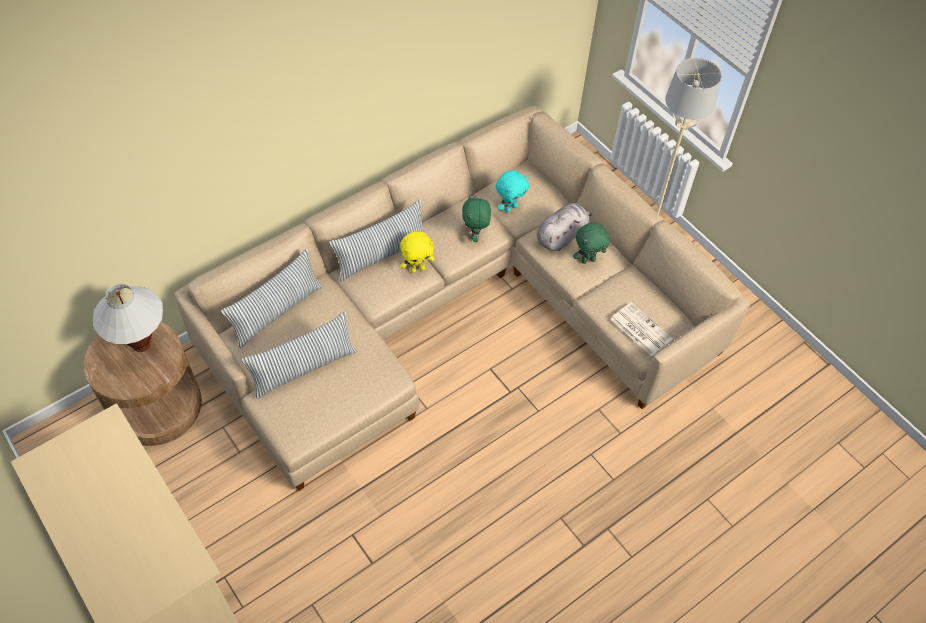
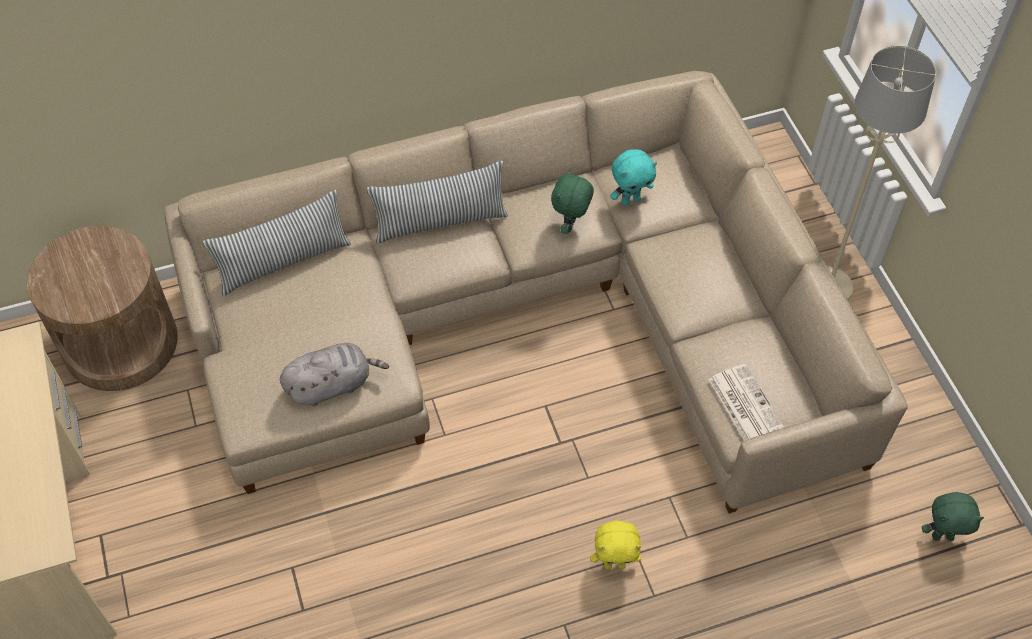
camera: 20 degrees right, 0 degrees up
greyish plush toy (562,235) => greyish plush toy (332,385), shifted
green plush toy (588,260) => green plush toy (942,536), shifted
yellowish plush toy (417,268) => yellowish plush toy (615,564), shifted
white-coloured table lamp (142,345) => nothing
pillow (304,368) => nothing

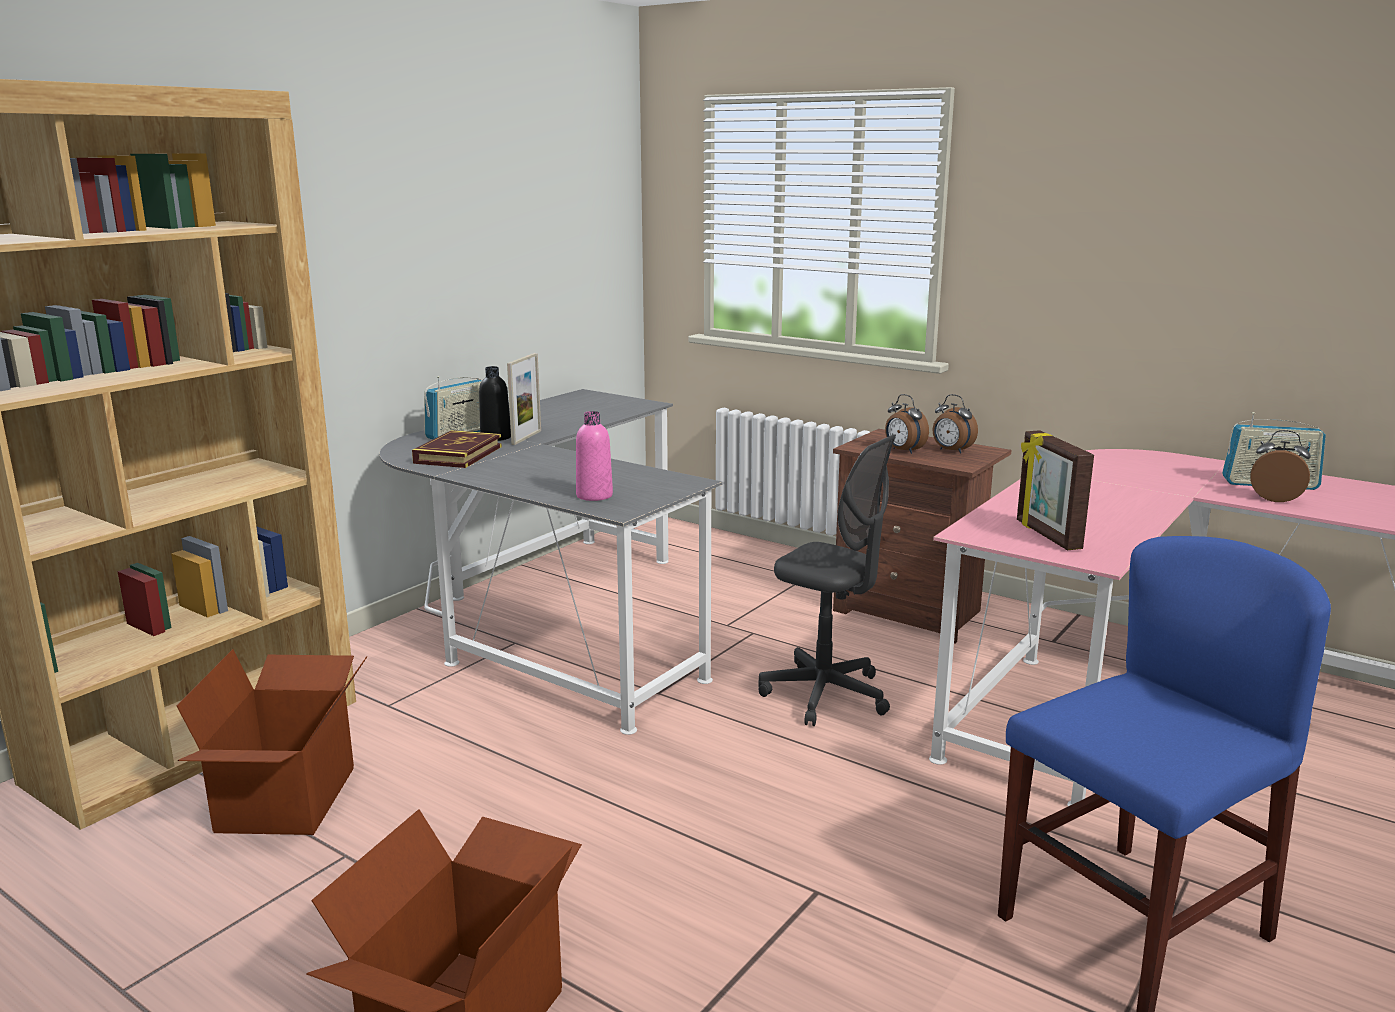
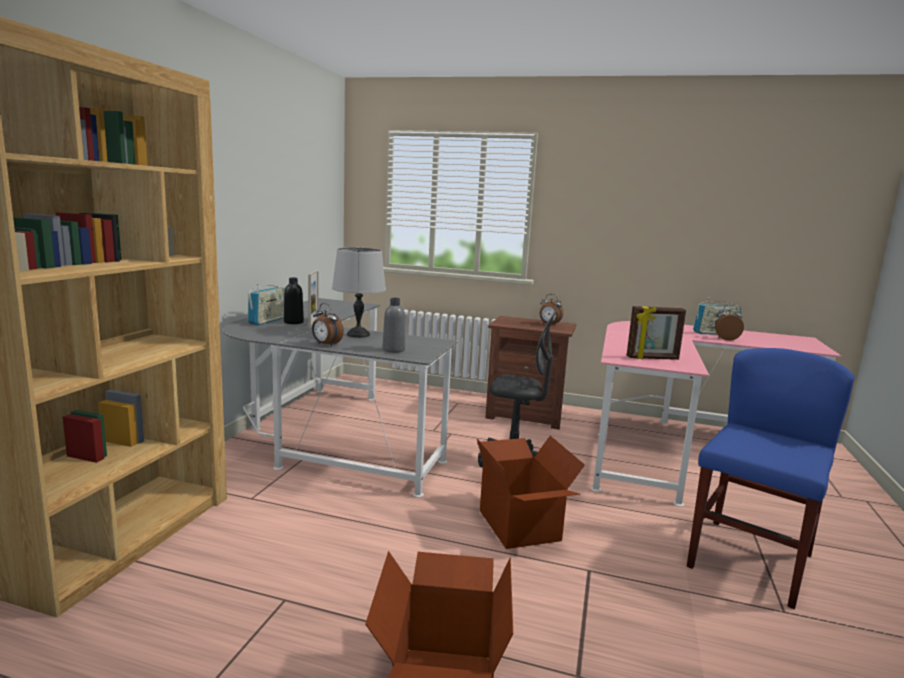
camera: 20 degrees left, 5 degrees down
bedside clock (903,451) => bedside clock (326,345), shifted
pink bottle (594,495) => greyish bottle (393,350)
bound book (458,455) => nothing
photo frame (1046,535) => photo frame (652,358), 60 degrees counterclockwise
packing box (289,799) => packing box (520,525), shifted
nothing => greyish table lamp (357,335)

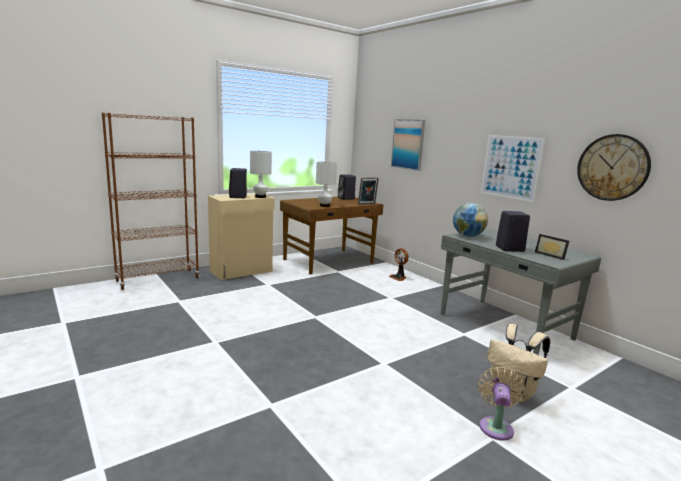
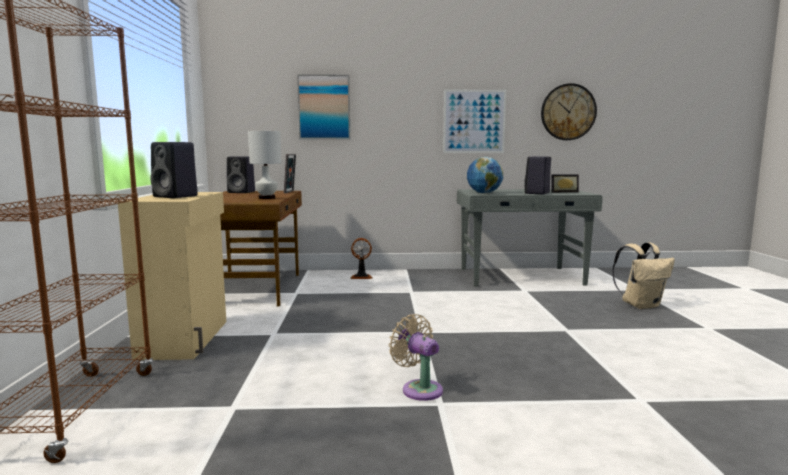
camera: 55 degrees left, 5 degrees down
white-coloured table lamp (260,197) => nothing
beige-coloured cooling fan (496,426) => beige-coloured cooling fan (419,389), shifted

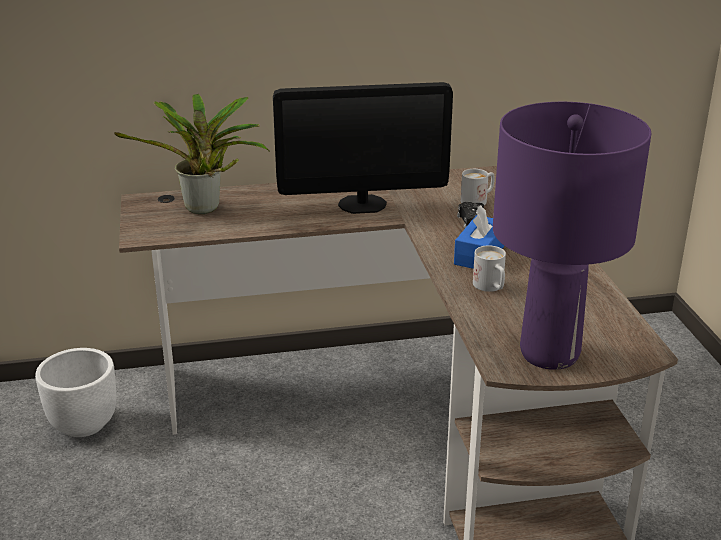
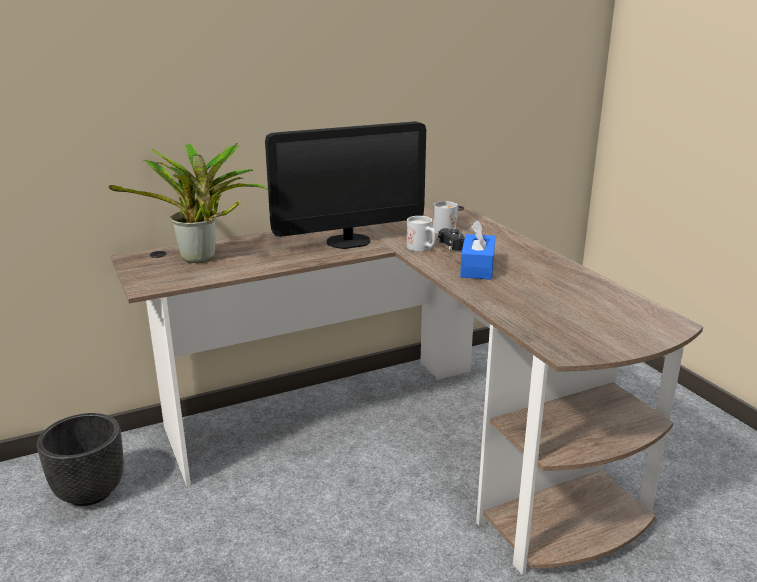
camera: 15 degrees left, 5 degrees down
purple-coloured table lamp (548,353) => nothing
white-coloured tea mug (491,287) => white-coloured tea mug (422,248), shifted
white-coloured planter (84,424) => black planter (91,491)

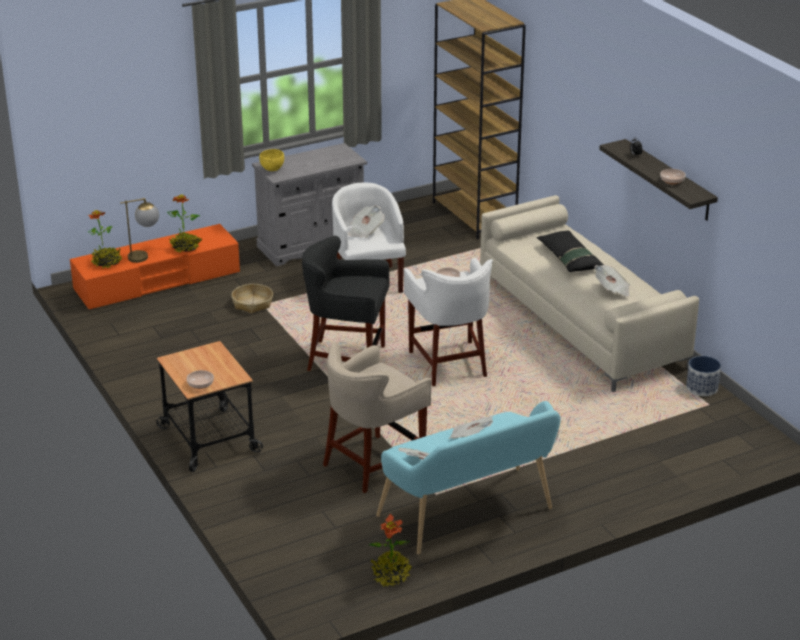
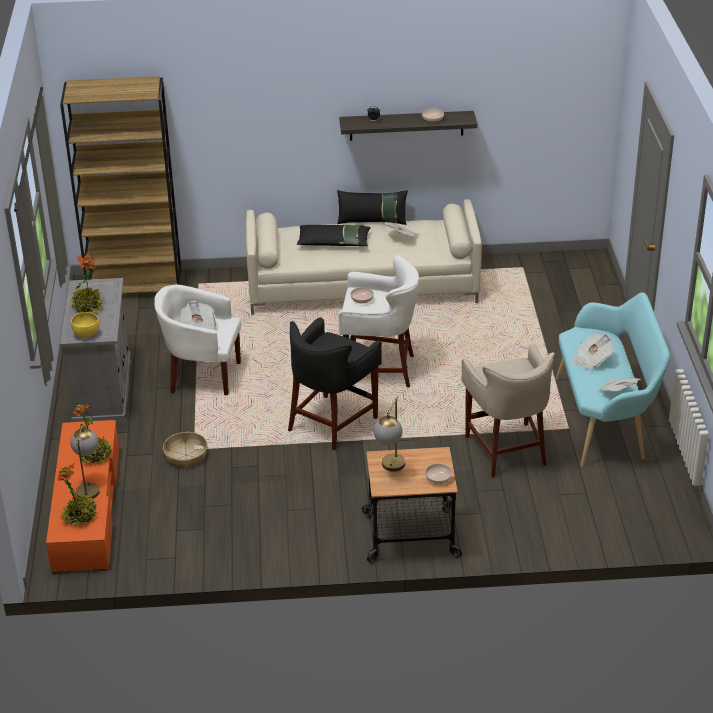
camera: 65 degrees left, 5 degrees up
planter (702,388) => nothing
plant in a pot (391,575) => plant in a pot (87,307), shifted
nothing => black pillow (372,221)
nothing => table lamp (390,469)

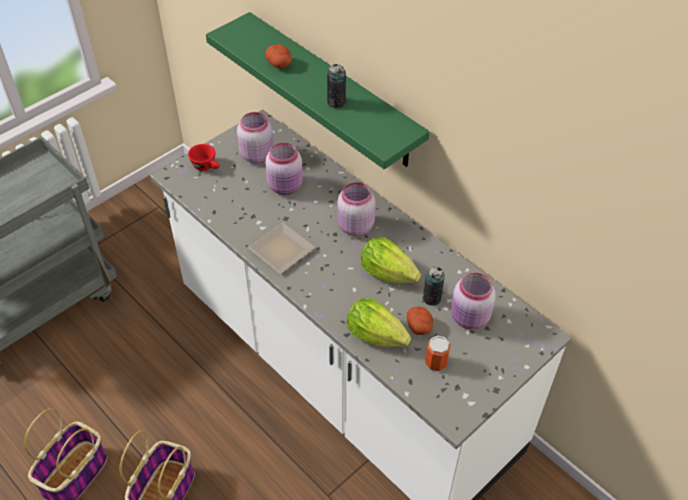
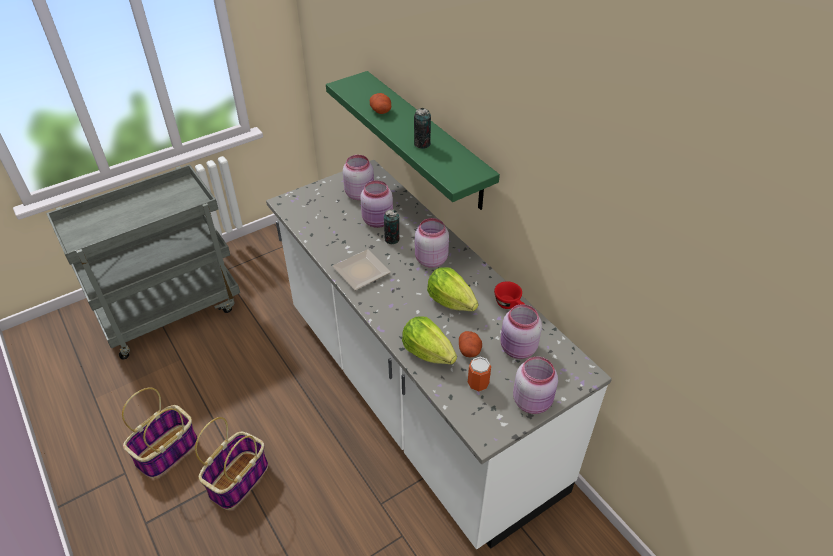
camera: 10 degrees right, 5 degrees down
red-coloured drinking cup (207,167) => red-coloured drinking cup (510,305), shifted
sealed can (431,298) => sealed can (392,239), shifted
nothing => pink preserve jar (533,401)

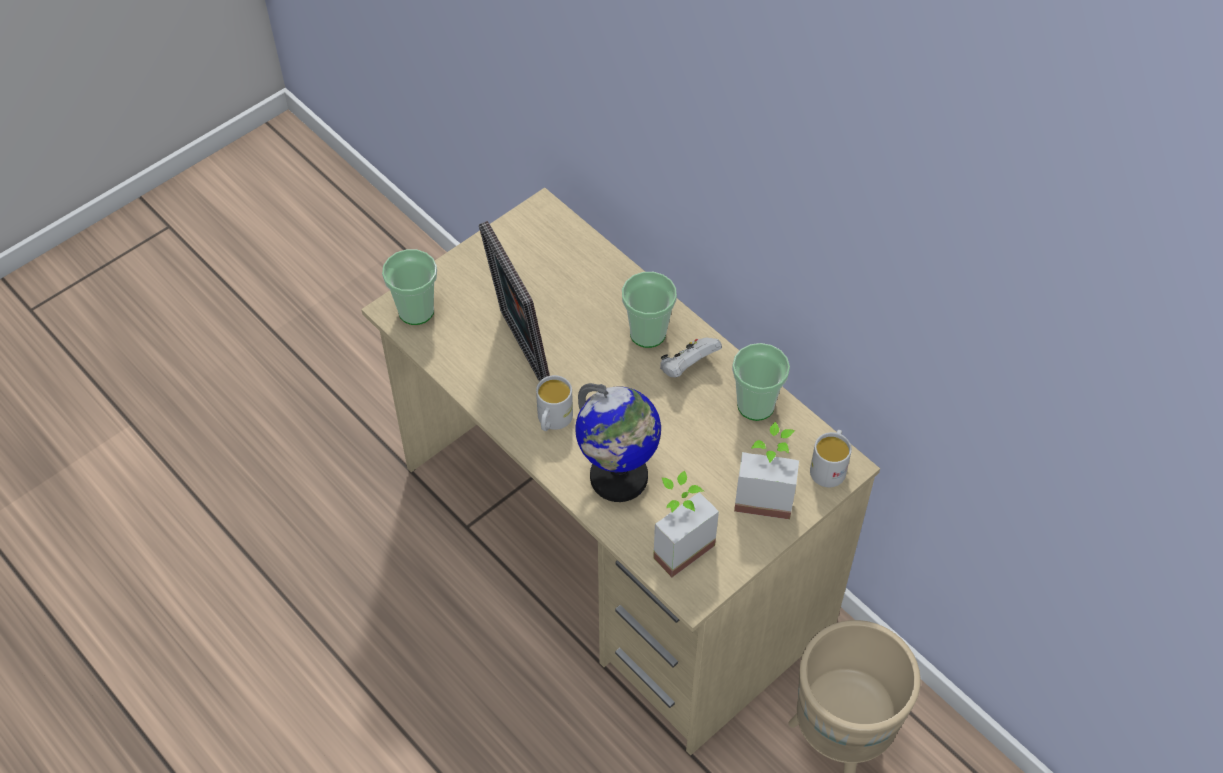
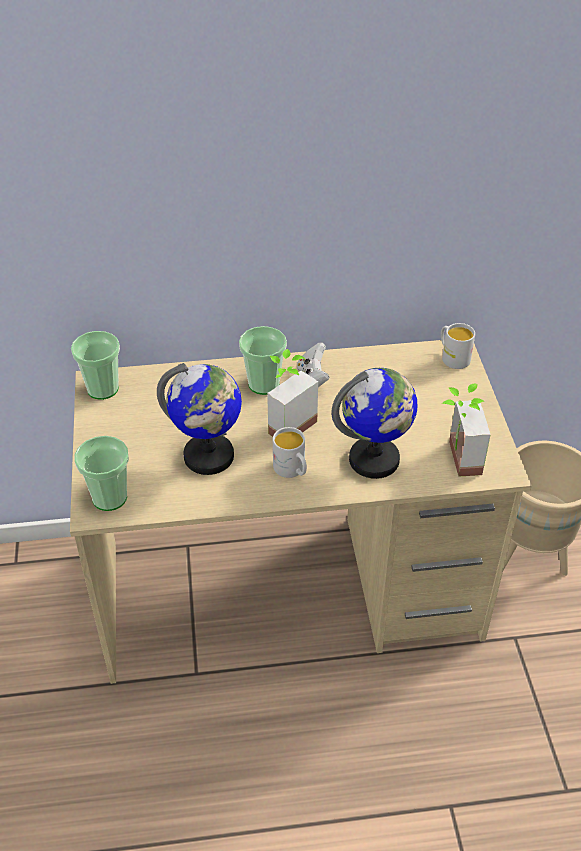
camera: 55 degrees left, 10 degrees down
photo frame (519,349) => world globe (209,457)
drinking cup (755,405) => drinking cup (103,389), shifted
plant in a pot (764,493) => plant in a pot (285,422), shifted

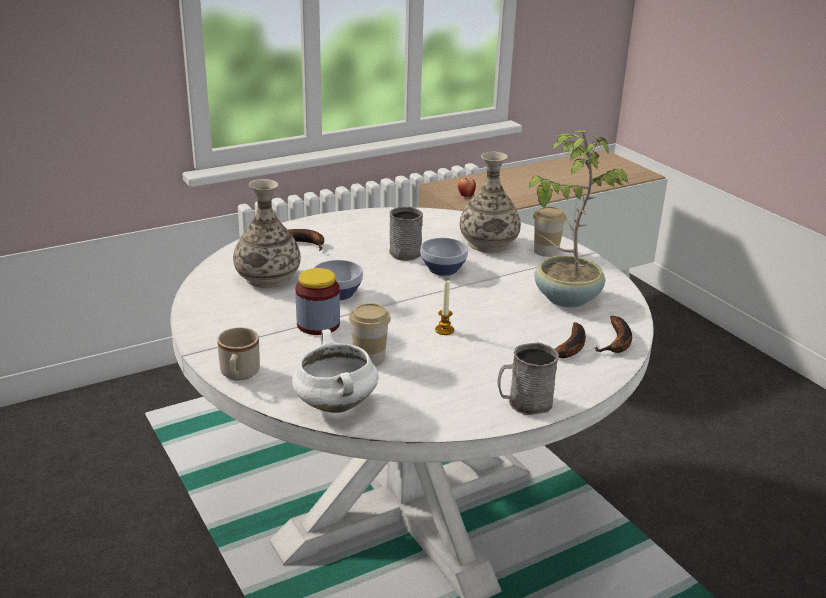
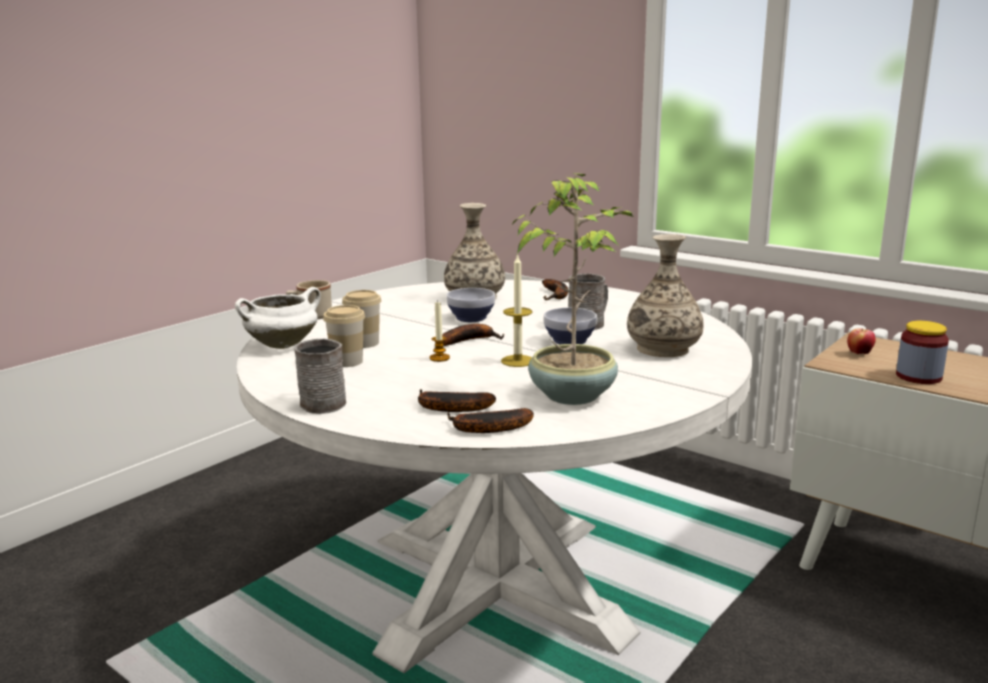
camera: 70 degrees right, 10 degrees down
drinking cup (546,251) => drinking cup (347,362), shifted
preserve jar (318,324) => preserve jar (918,377), shifted
nothing => candle (517,361)
nothing => whole banana (469,340)

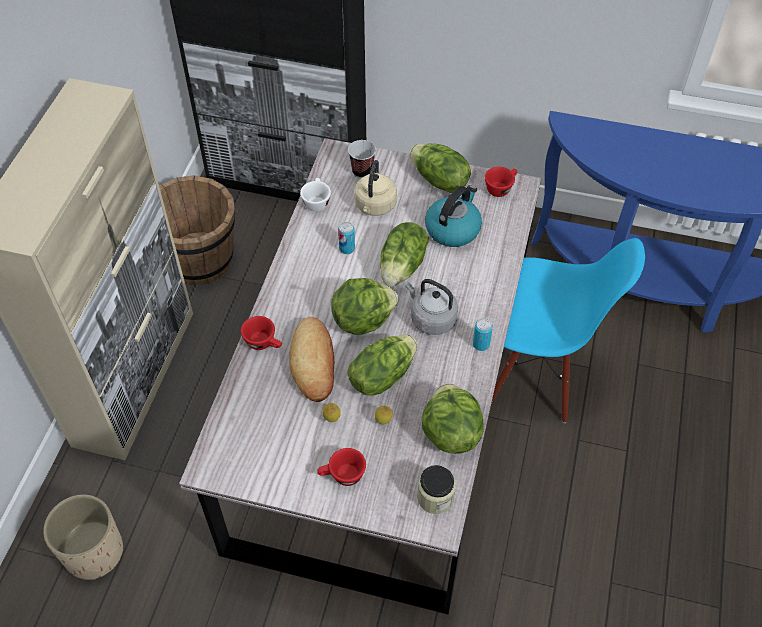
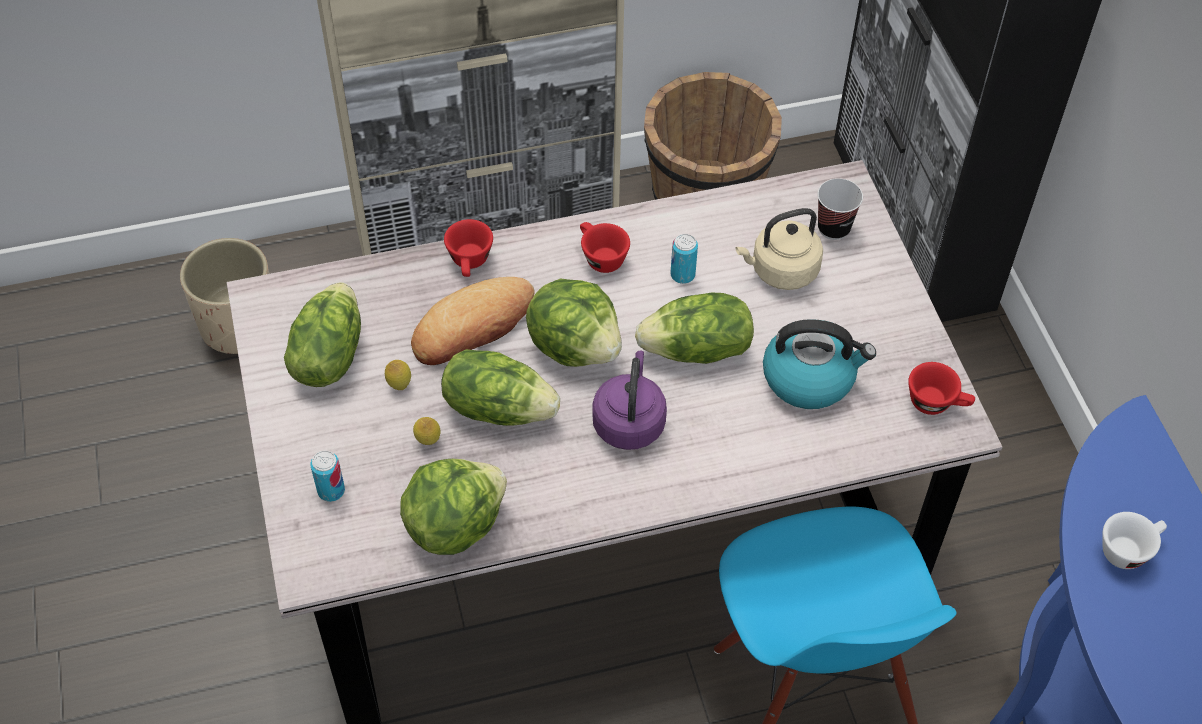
camera: 60 degrees right, 0 degrees up
lettuce head (439,181) => lettuce head (328,355), shifted
white-coloured drinking cup (316,201) => white-coloured drinking cup (1128,549), shifted
greyish water kettle (431,319) => purple-coloured water kettle (629,422)
sealed can (481,344) => sealed can (331,491), shifted
red-coloured drinking cup (342,476) => red-coloured drinking cup (600,257), shifted
preserve jar (435,497) => nothing

